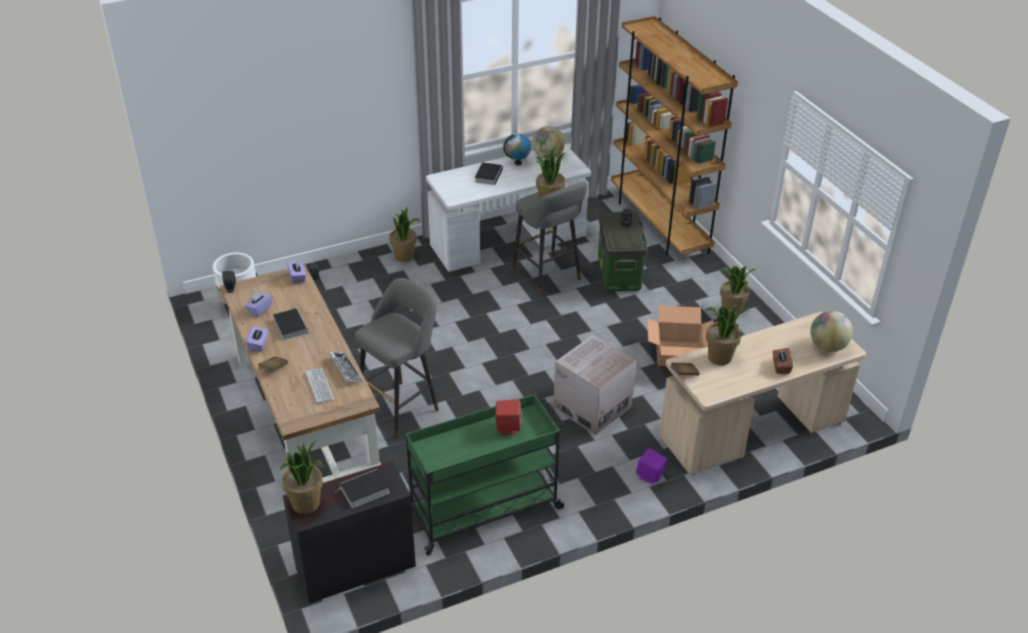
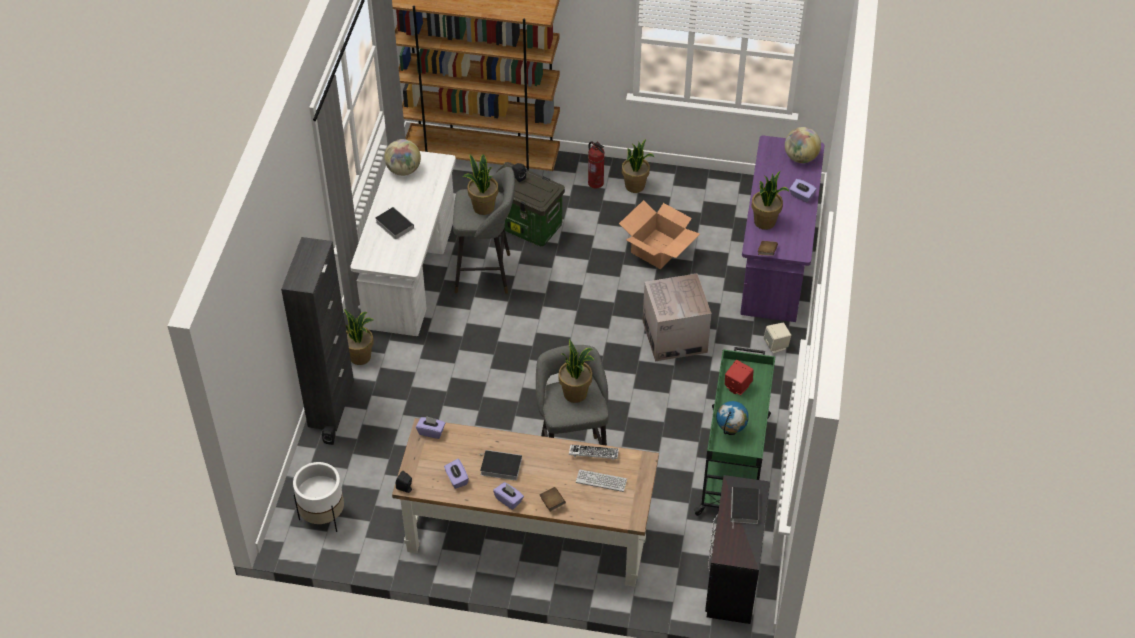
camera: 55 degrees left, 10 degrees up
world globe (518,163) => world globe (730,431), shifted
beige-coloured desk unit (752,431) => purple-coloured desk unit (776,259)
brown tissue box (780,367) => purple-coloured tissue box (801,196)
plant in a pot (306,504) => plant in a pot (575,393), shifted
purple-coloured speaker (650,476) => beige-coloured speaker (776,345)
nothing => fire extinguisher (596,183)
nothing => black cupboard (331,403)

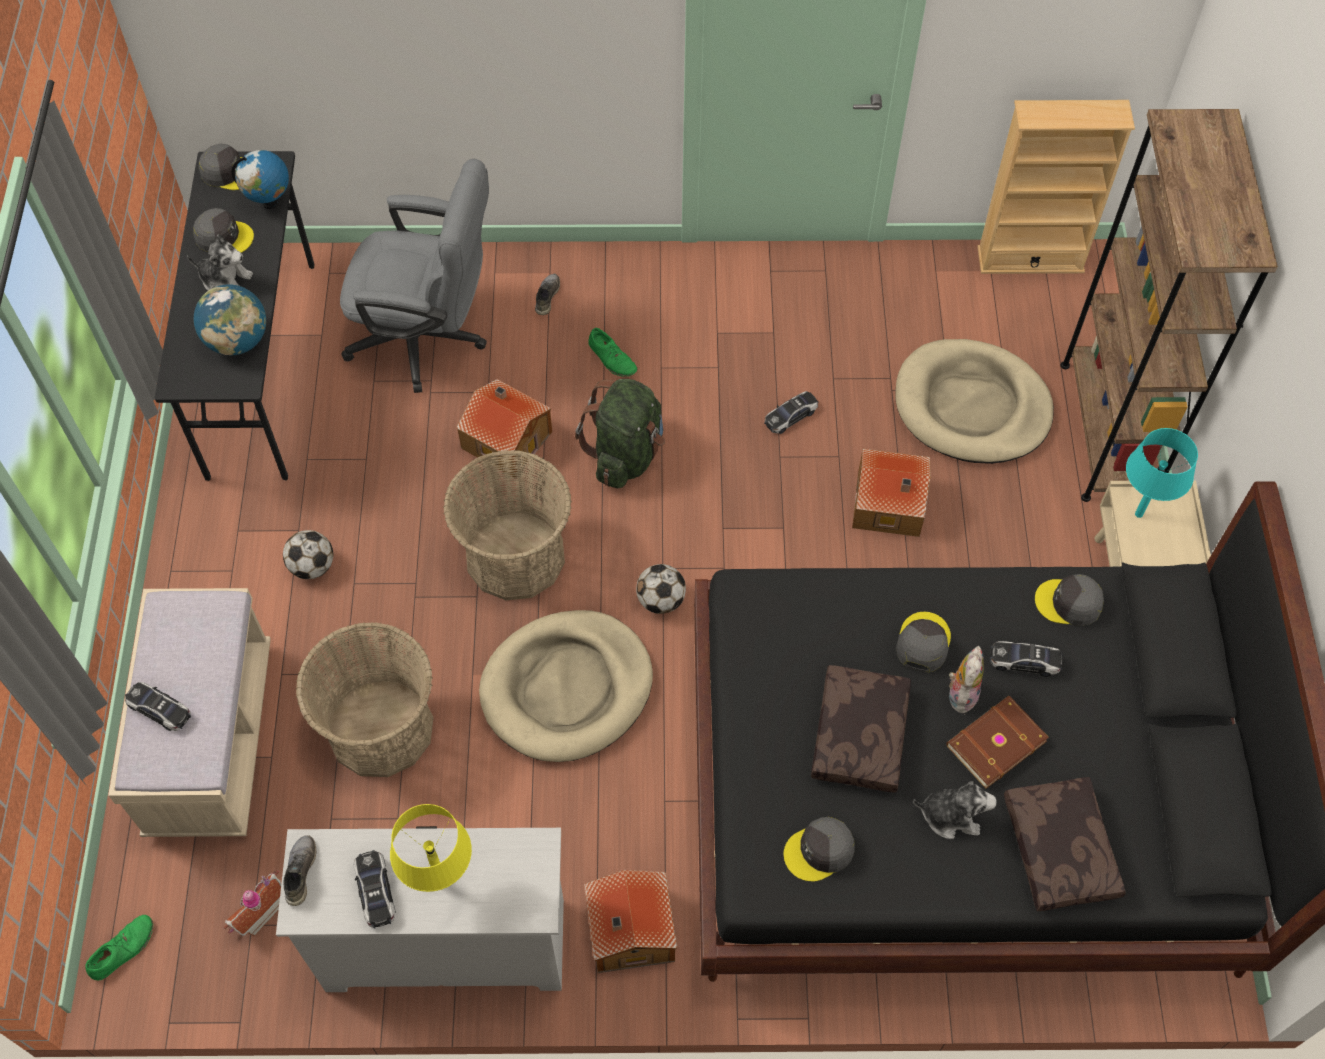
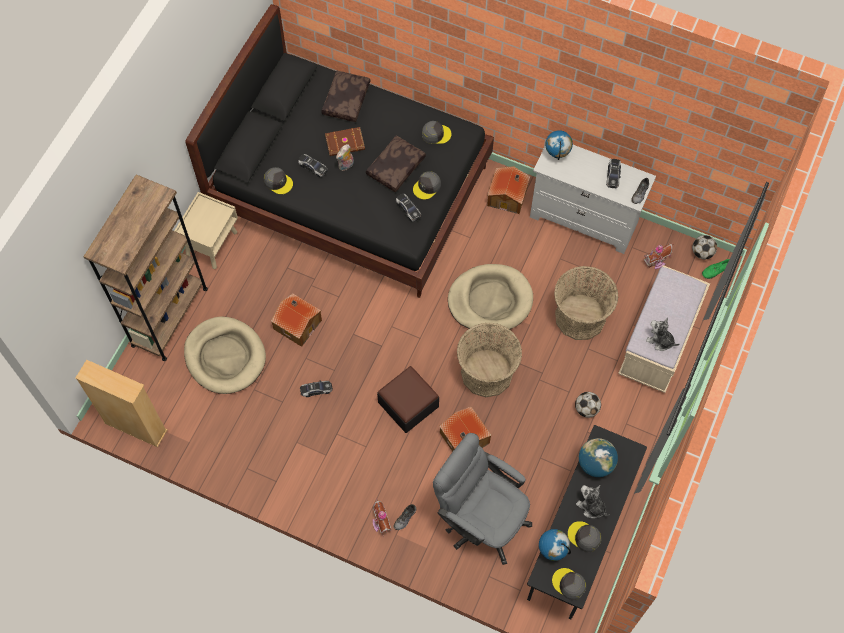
camera: 155 degrees left, 5 degrees up
green shoe (612,358) => nothing
green backpack (626,454) => pouffe (408,404)
blue-green table lamp (1139,514) => nothing
ball for football (660,600) => ball for football (702,253), shifted
greyish peaked cap (922,643) => greyish peaked cap (427,187), shifted
toy car (160,709) => toy car (408,209), shifted
plush toy (951,815) => plush toy (660,341), shifted
yellowish table lamp (441,884) => nothing
nothing => world globe (557,155)
nothing => model house (380,523)

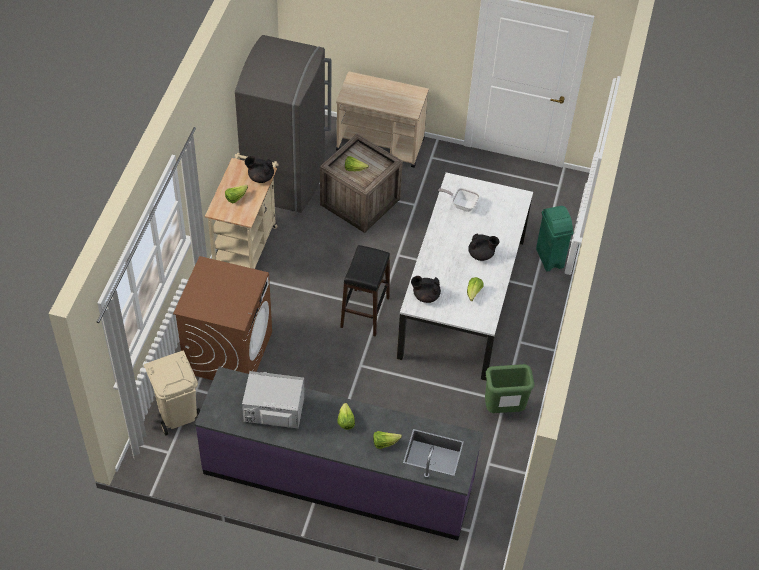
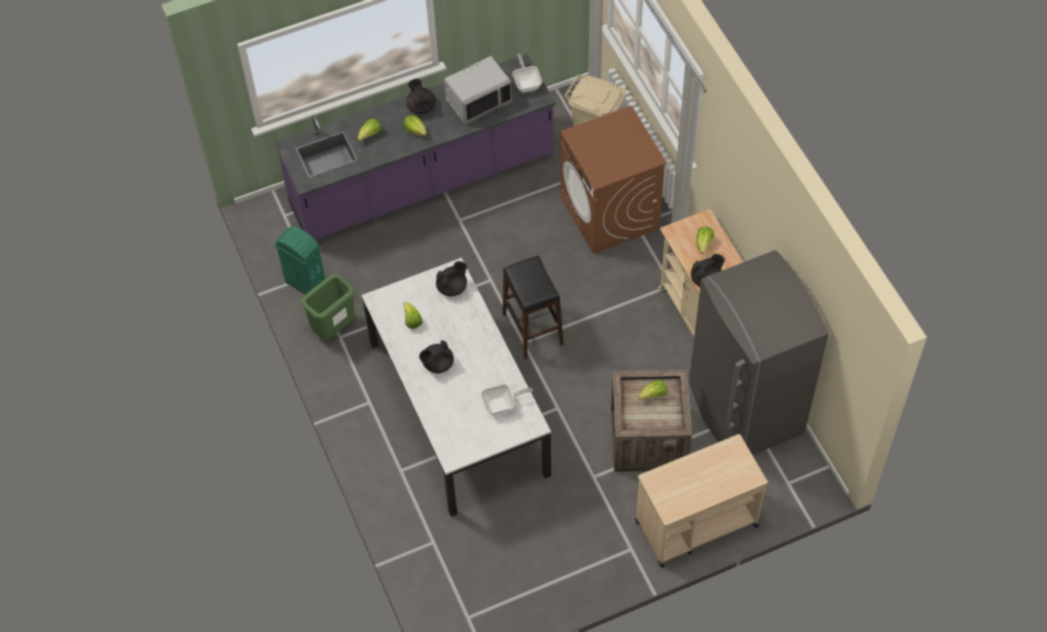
camera: 145 degrees right, 5 degrees up
green trash can (549,259) => green trash can (305,283), shifted
nothing => skillet (526,83)
nothing => black pot for tea (421,107)

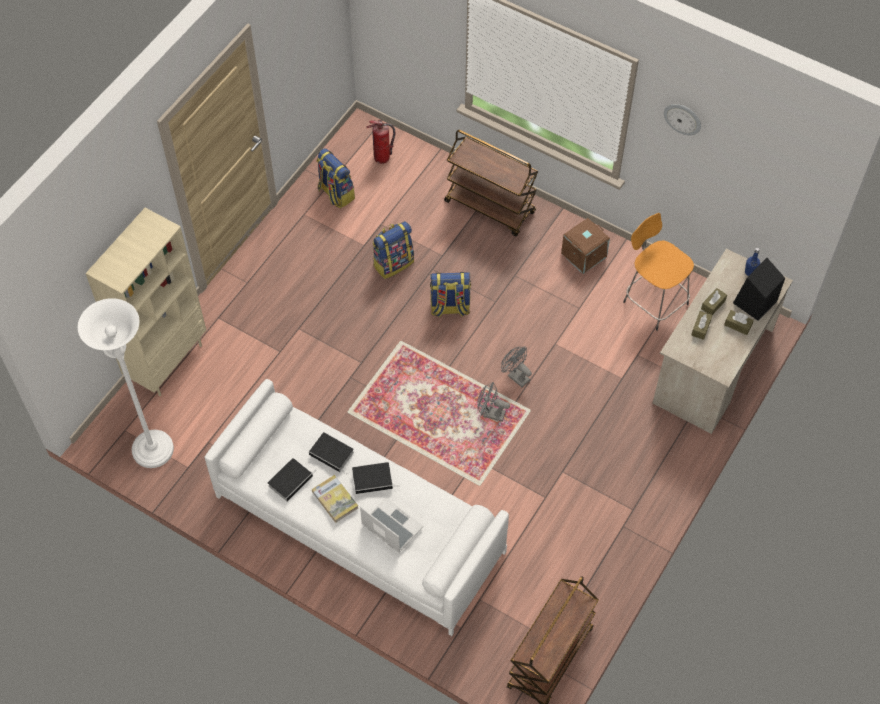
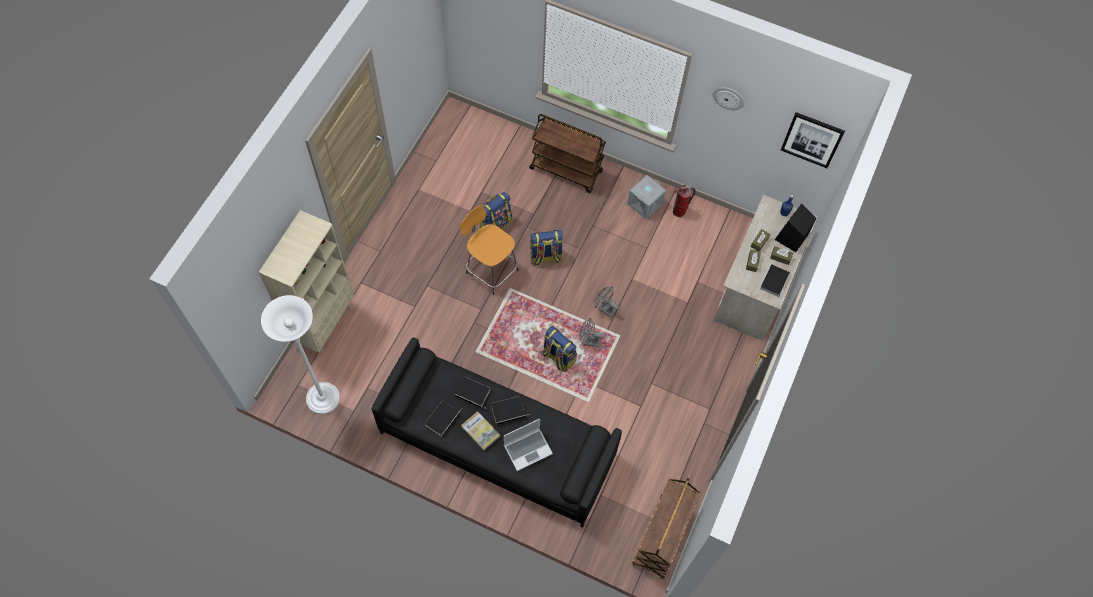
camera: 10 degrees left, 5 degrees up
fire extinguisher (382,158) => fire extinguisher (679,211), shifted
backpack (335,193) => backpack (558,357), shifted
orange stool (654,301) => orange stool (490,270), shifted
brown storage bin (583,254) => greyish storage bin (644,203)
white-coloured settee (358,524) => black settee (496,443)
portable computer (391,526) => portable computer (528,449), 120 degrees clockwise
nothing => wall art (812,139)
nothing => bound book (774,281)

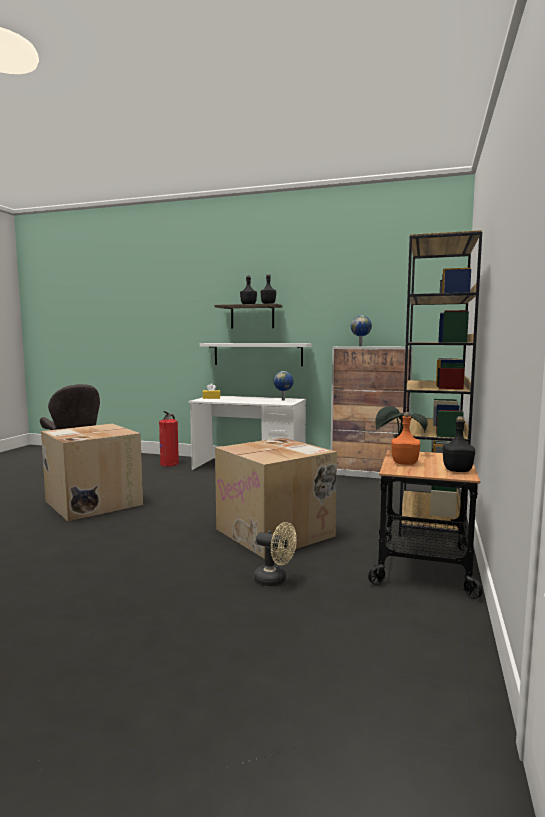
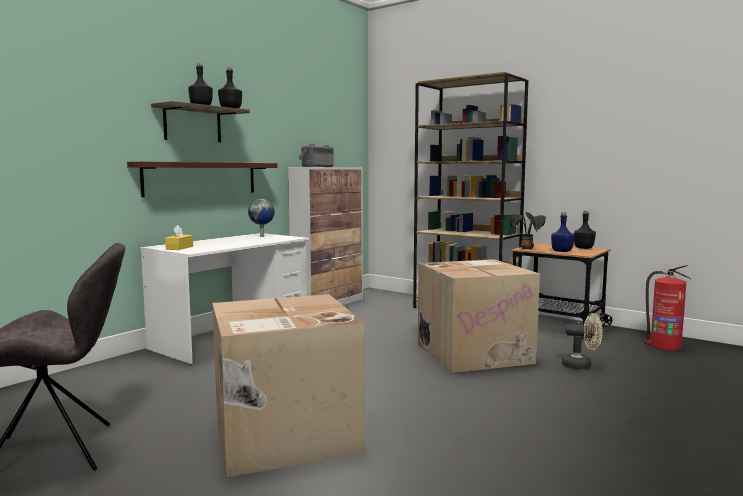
camera: 70 degrees left, 0 degrees up
world globe (361,346) => radio (316,166)
white-coloured wall shelf (257,354) => brown wall shelf (201,178)
fire extinguisher (170,464) => fire extinguisher (664,346), shifted
orange bottle (405,463) => blue-coloured bottle (562,251)
beige-coloured cooling fan (275,580) => beige-coloured cooling fan (581,365), 60 degrees clockwise

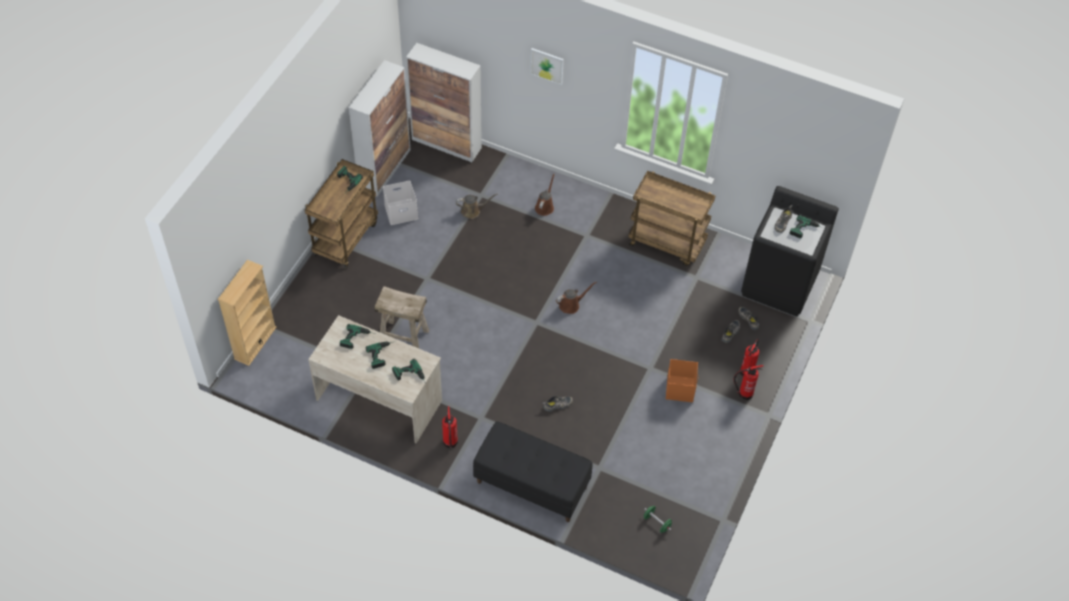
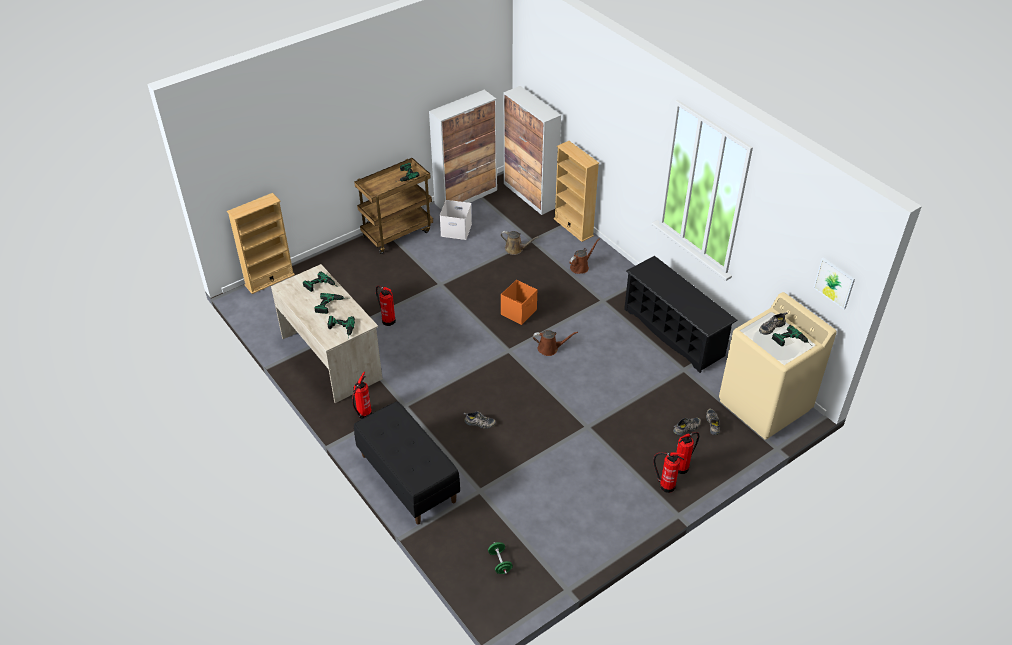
camera: 30 degrees right, 10 degrees down
wall art (547,65) => wall art (834,283), shifted
brown cart (667,243) => black shoe stand (674,332)
black washing machine (780,284) => beige-coloured washing machine (765,405)
beige-coloured stool (404,338) => fire extinguisher (388,320)
orange storage bin (680,388) => orange storage bin (519,312), shifted
nothing => beige-coloured bookshelf (573,227)

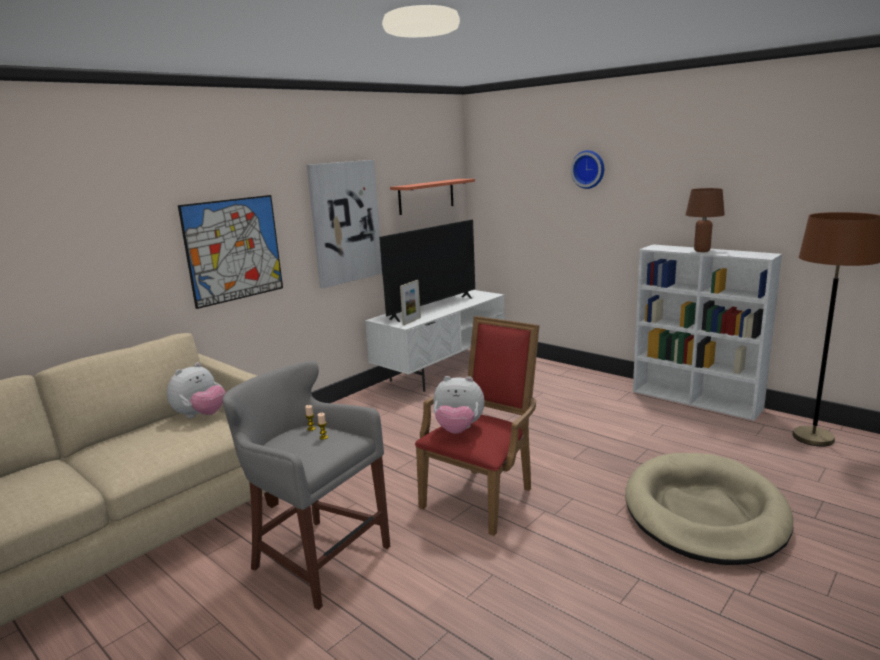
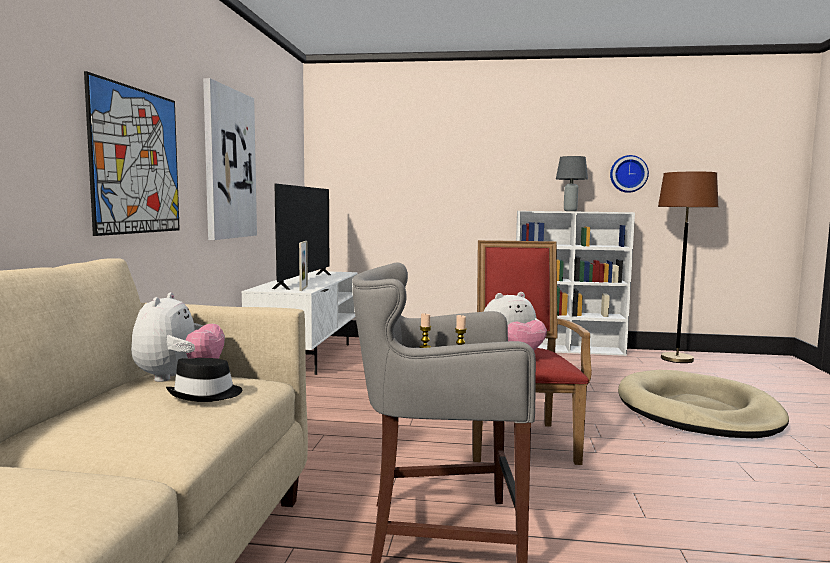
camera: 35 degrees left, 10 degrees down
clock on the wall (588,169) => clock on the wall (628,174), shifted
wall shelf (426,196) => nothing
brown table lamp (701,251) => greyish table lamp (570,211)
nothing => black wearable hat (206,395)

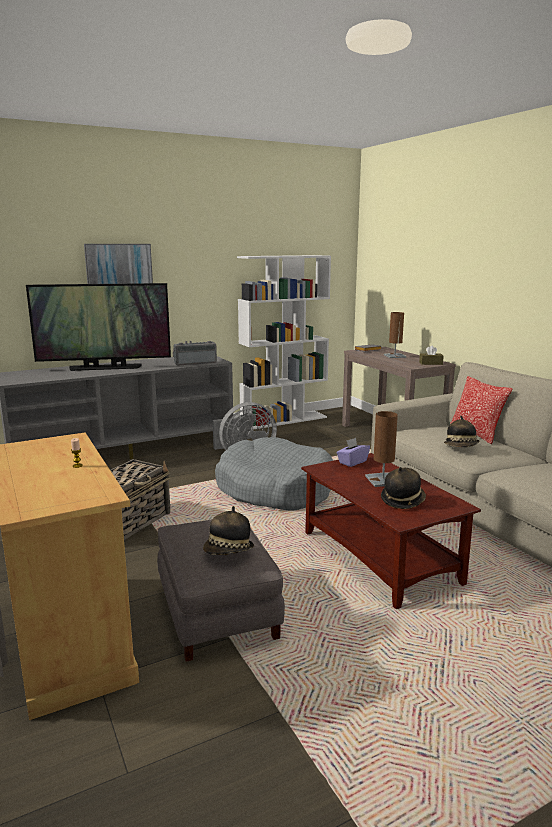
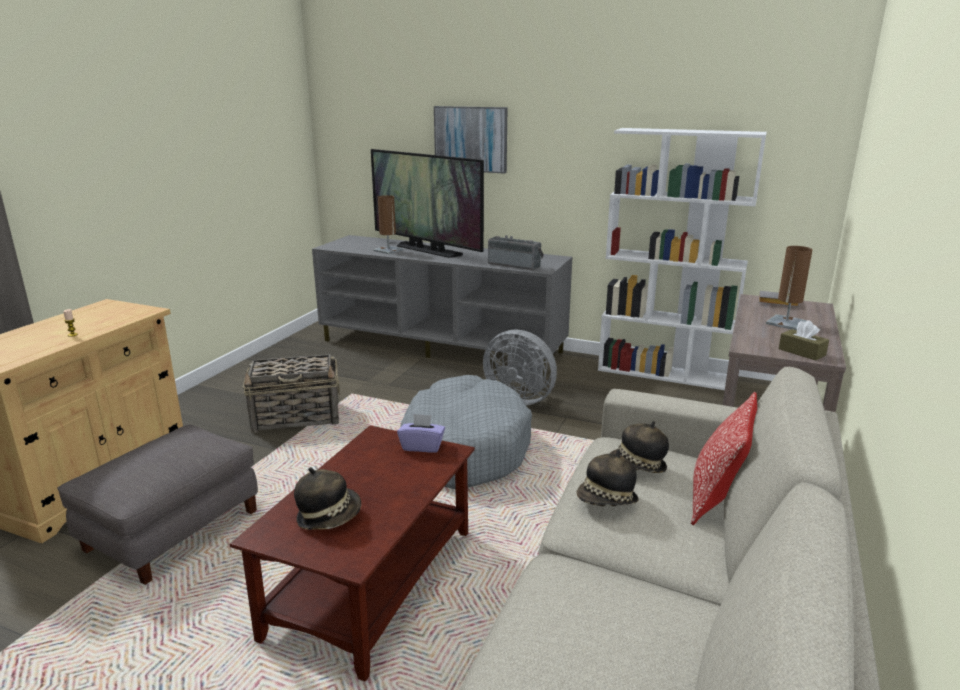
camera: 50 degrees right, 5 degrees up
brown table lamp (383,480) => brown table lamp (388,250), shifted
wearable hat (228,552) => wearable hat (638,466), shifted

